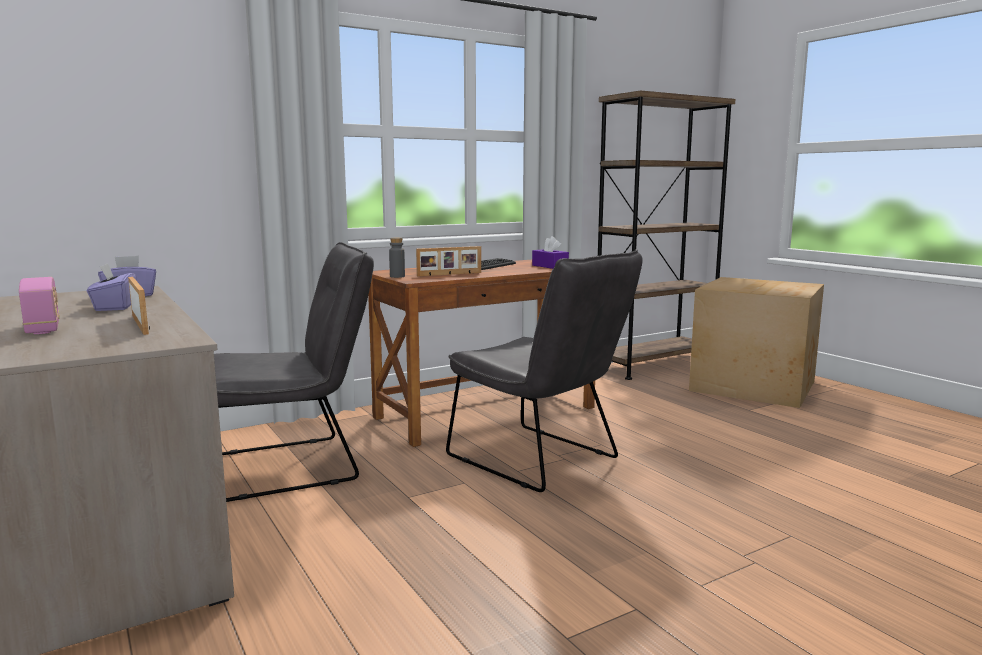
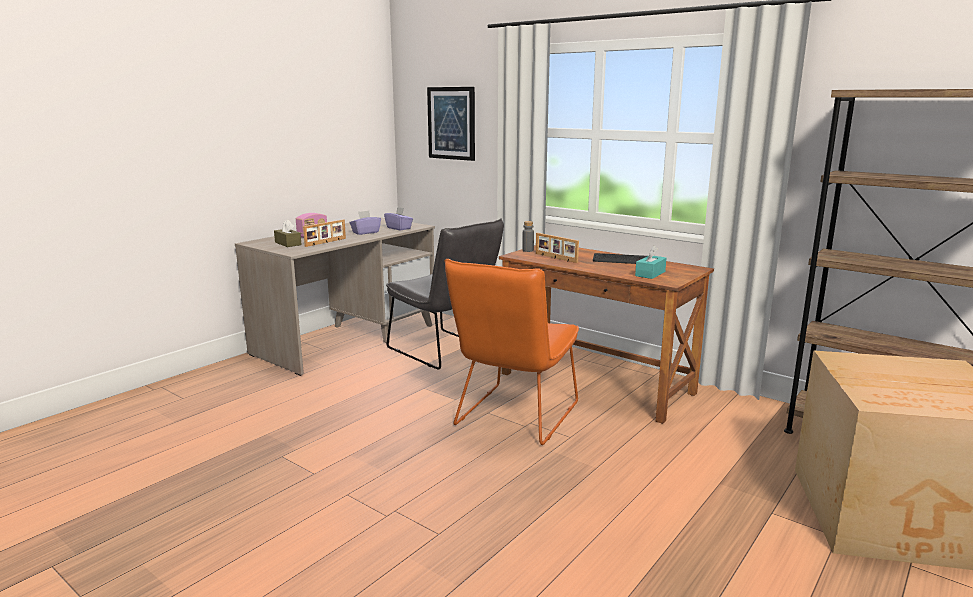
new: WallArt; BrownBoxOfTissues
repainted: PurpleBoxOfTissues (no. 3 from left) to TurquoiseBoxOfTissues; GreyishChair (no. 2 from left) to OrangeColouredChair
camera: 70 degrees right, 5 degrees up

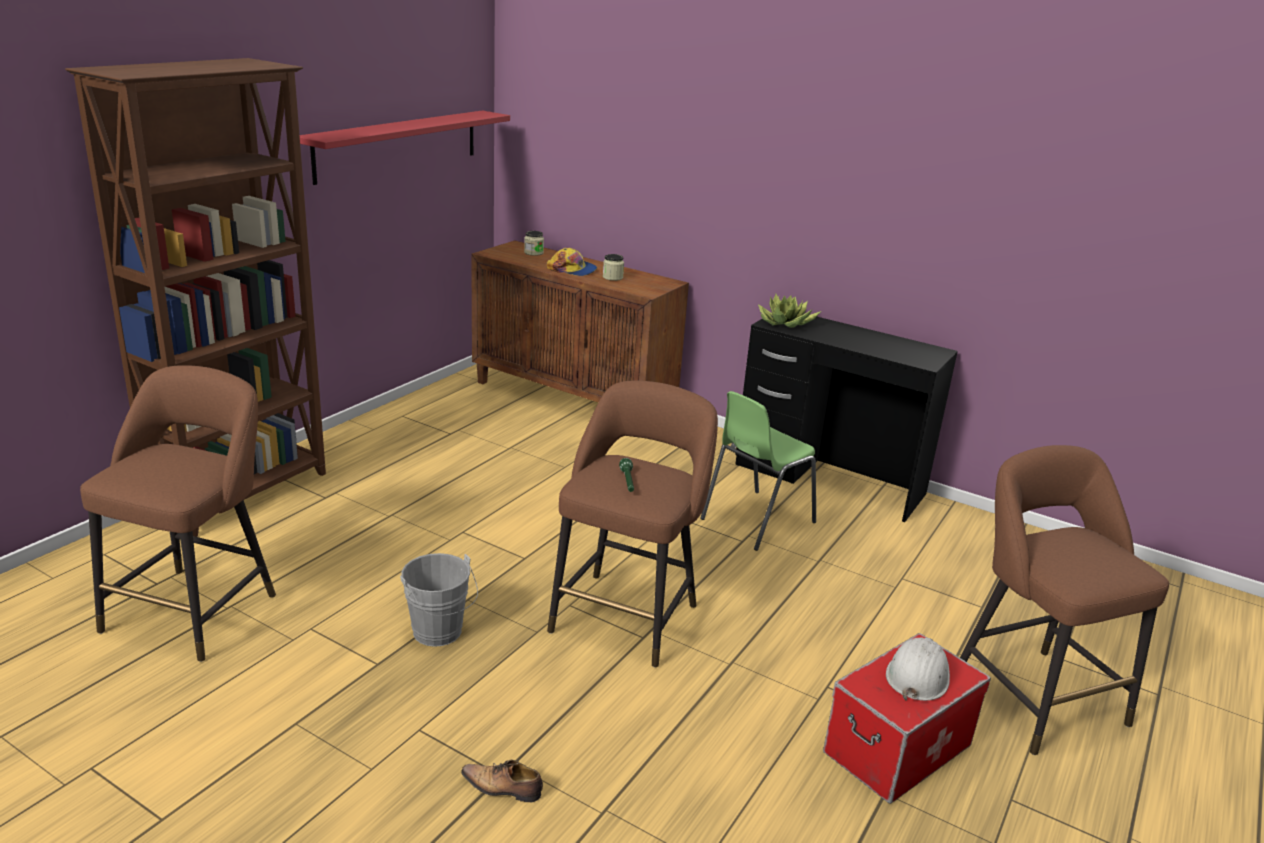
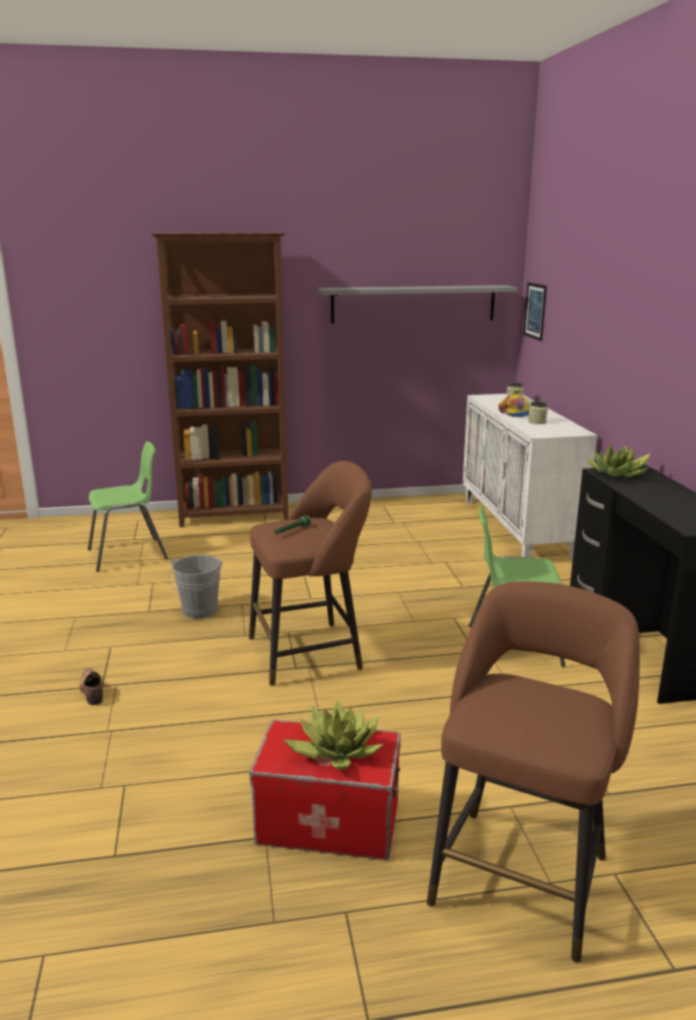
new: WallArt
swapped: BrownStool (no. 1 from left) to GreenishChair (no. 1 from left); WhiteColouredSafetyHelmet to Houseplant (no. 1 from left)
repainted: RedShelf to GreyishShelf; BrownStorageCabinet to WhiteColouredStorageCabinet
camera: 50 degrees right, 5 degrees down

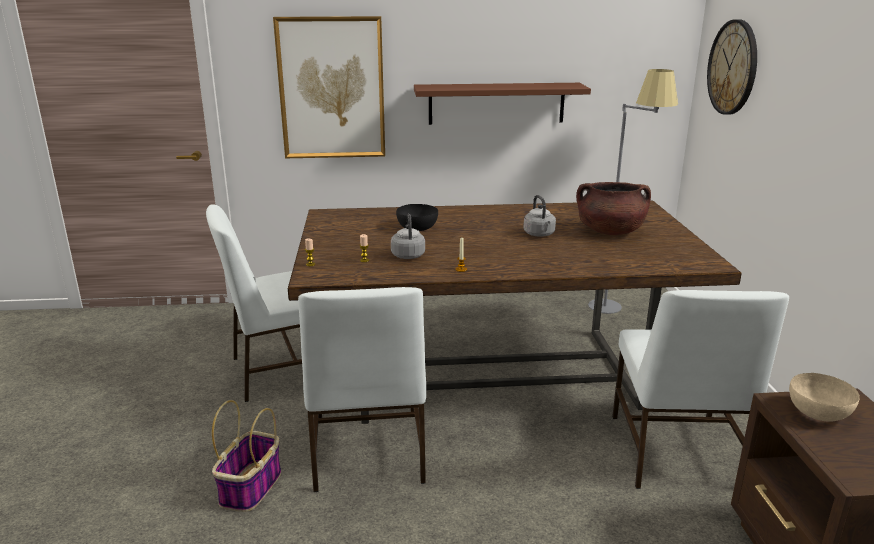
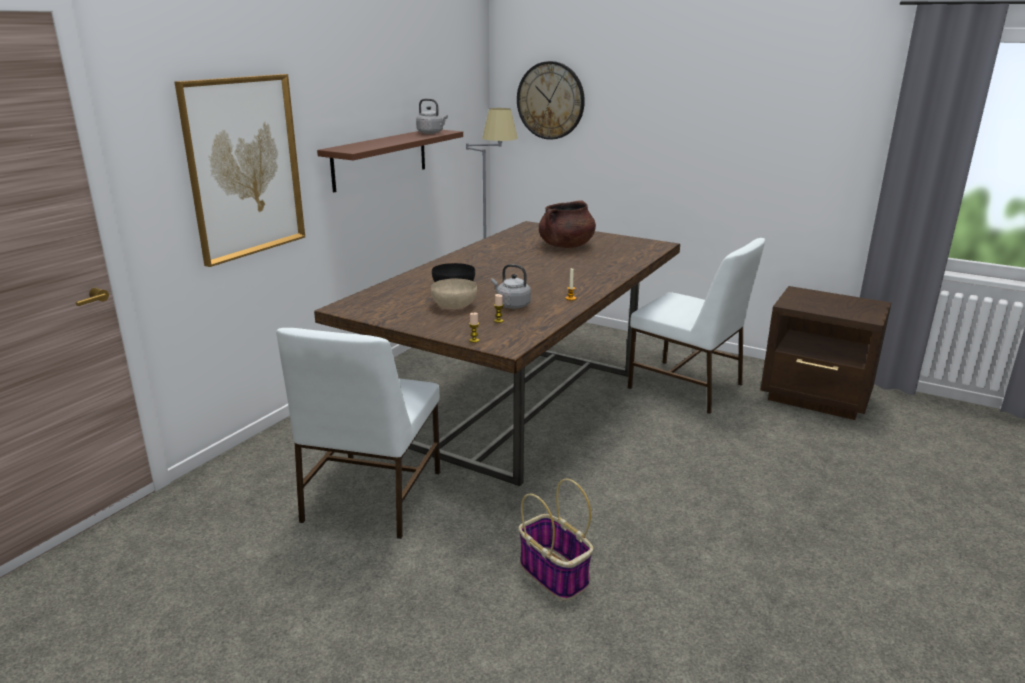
gone: WhiteColouredChair (no. 2 from left)
shifted: GreyishKettle (no. 2 from left in the first image) to GreyishKettle (no. 1 from left); BeigeBowl
camera: 55 degrees left, 0 degrees up

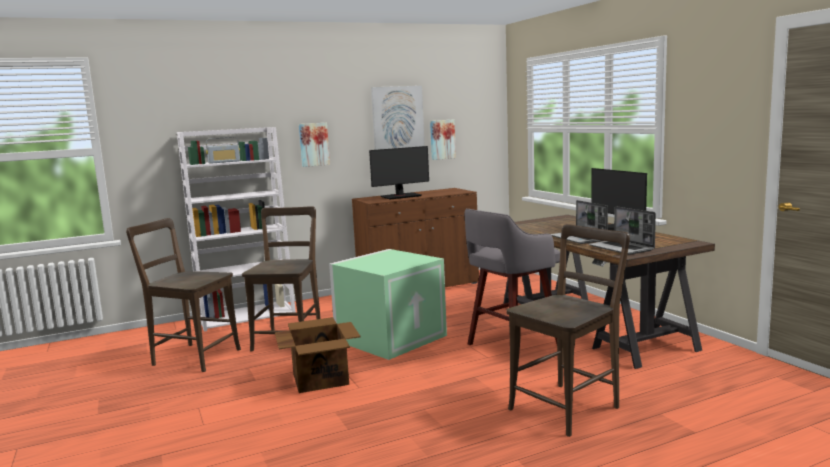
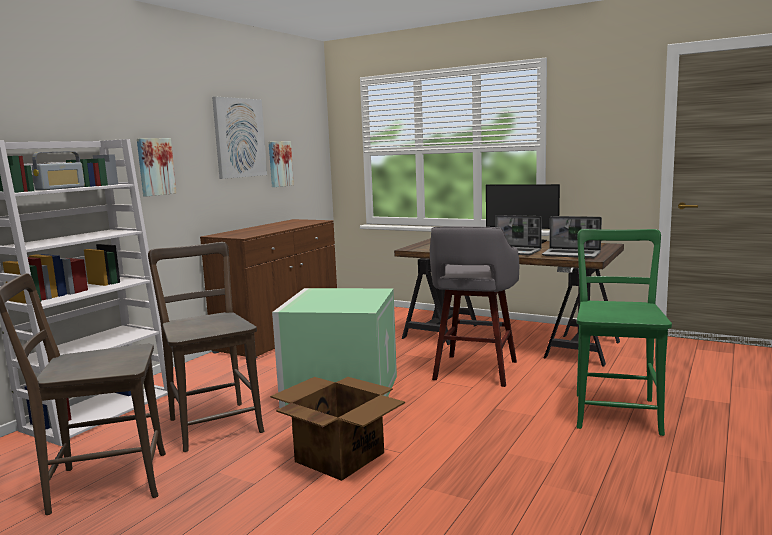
gone: ComputerDisplay (no. 1 from left)
repainted: BrownChair (no. 3 from left) to GreenishChair
camera: 35 degrees left, 0 degrees up

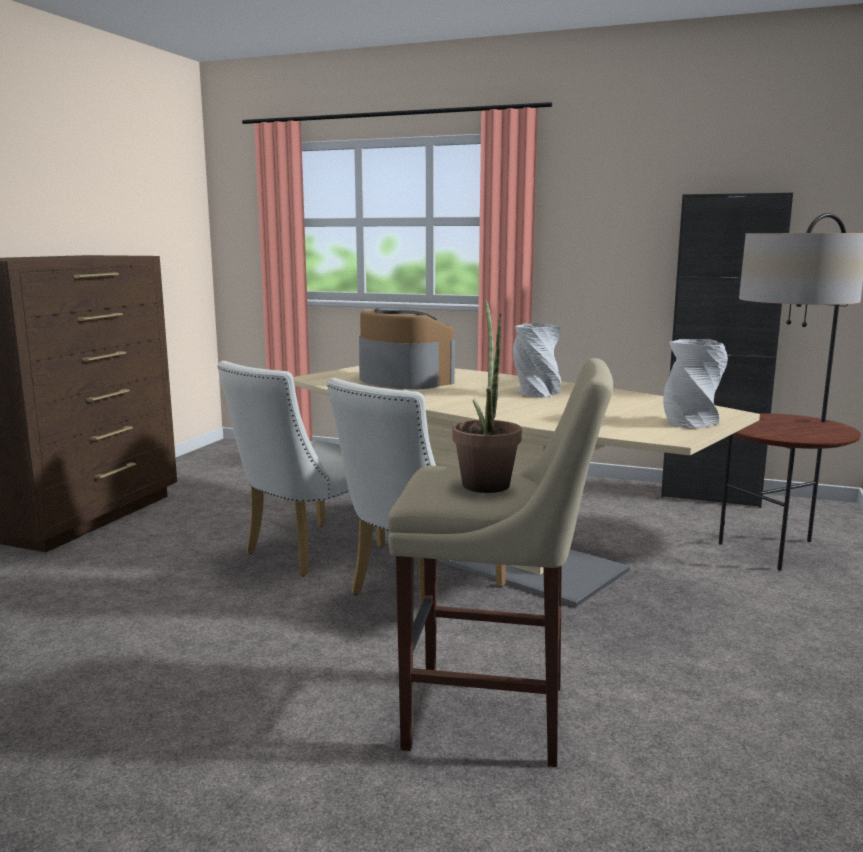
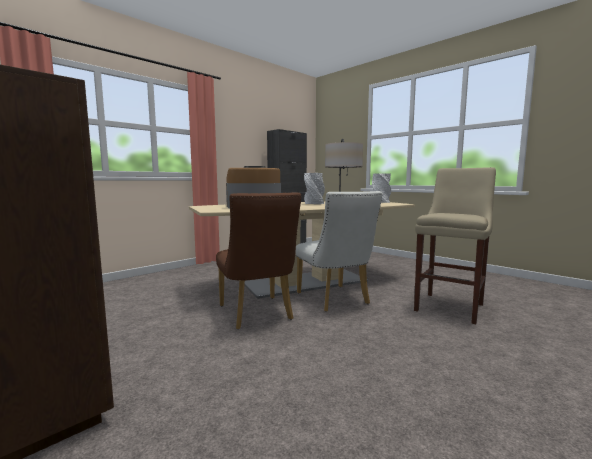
gone: Houseplant
repainted: WhiteColouredChair (no. 1 from left) to BrownChair
camera: 65 degrees left, 5 degrees down

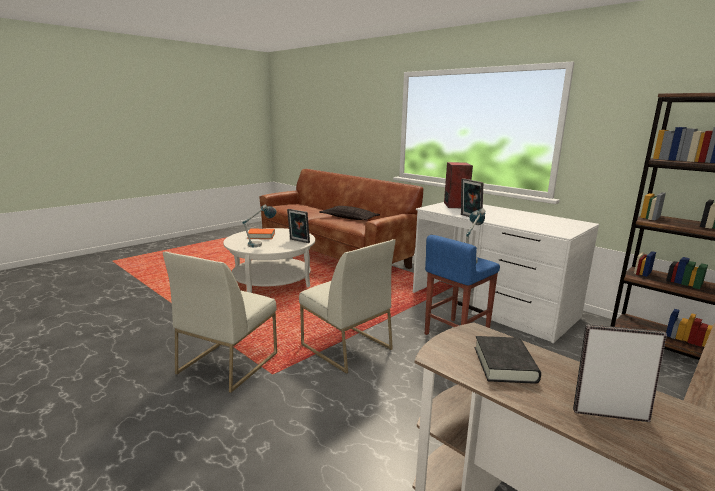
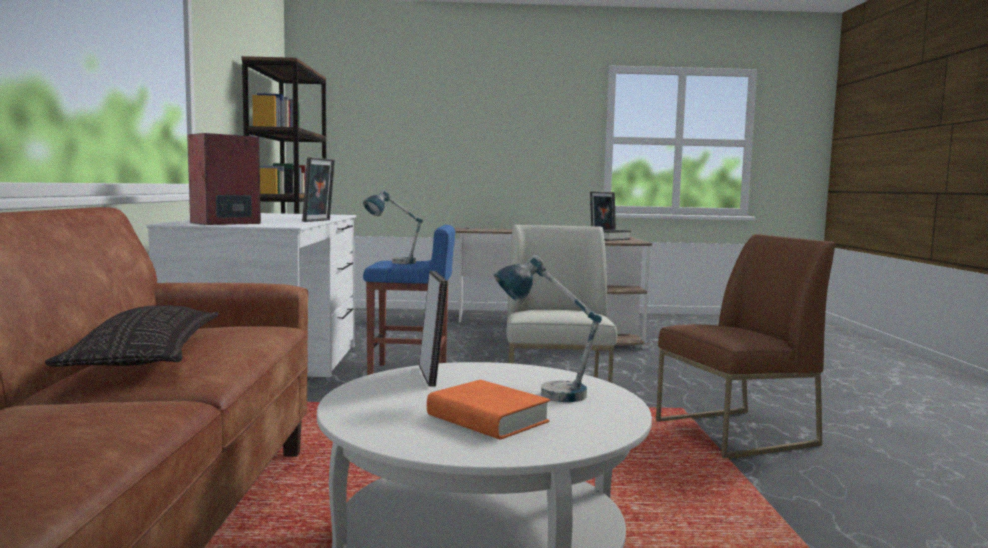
repainted: WhiteColouredChair (no. 1 from left) to BrownChair
camera: 135 degrees left, 10 degrees down

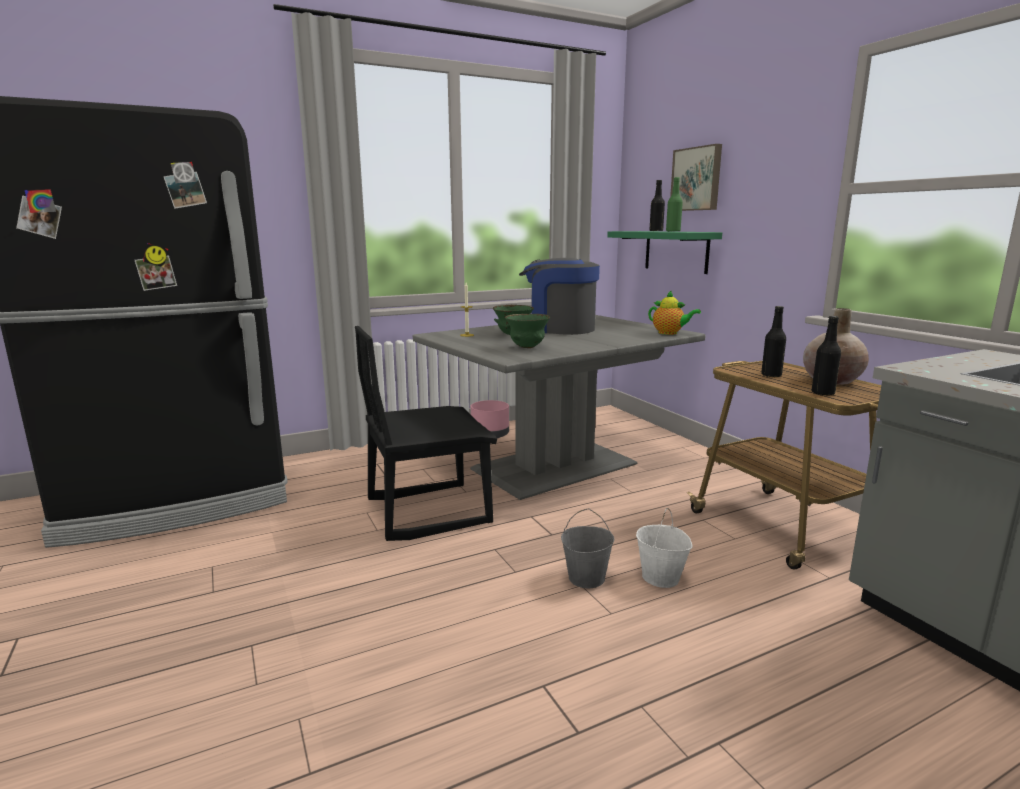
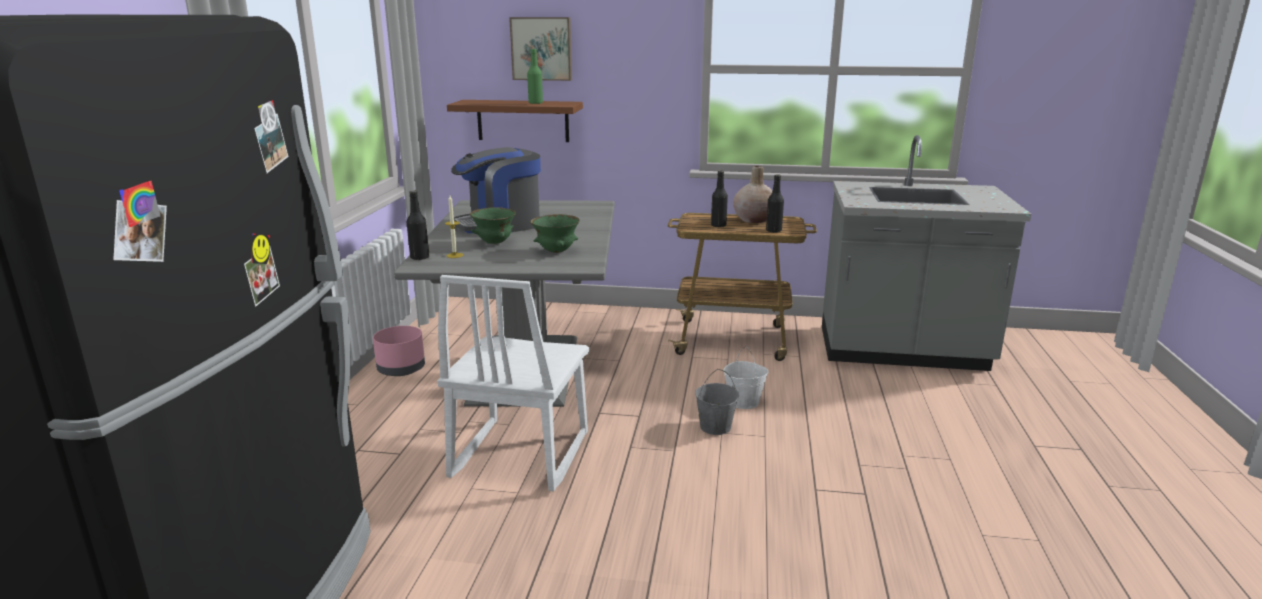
gone: Teapot
shifted: BlackColouredDrinkBottle (no. 1 from left)
repainted: GreenishShelf to BrownShelf; BlackColouredChair to WhiteColouredChair
camera: 55 degrees left, 5 degrees up

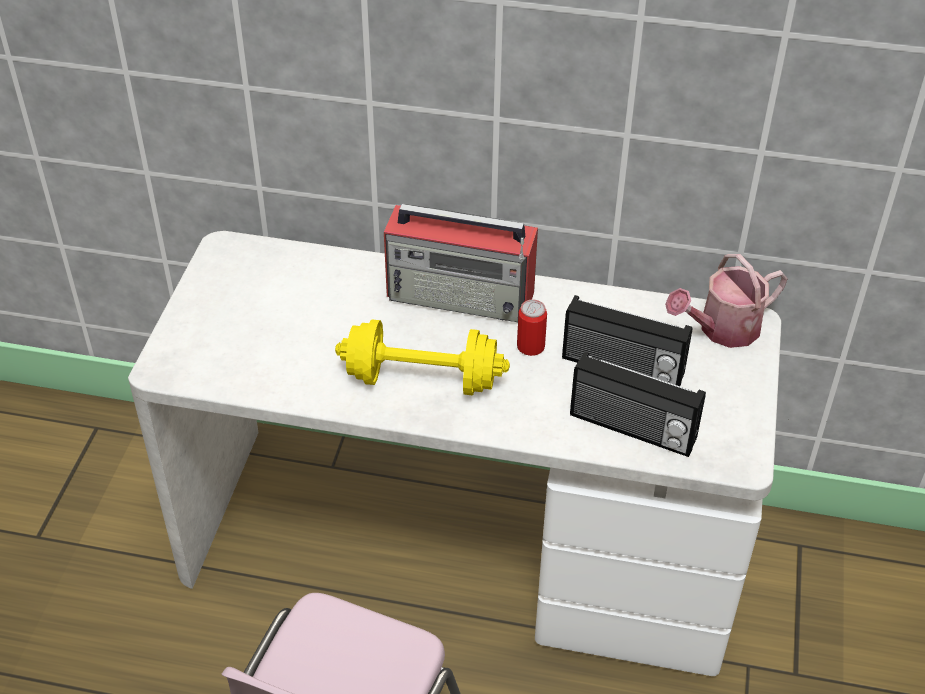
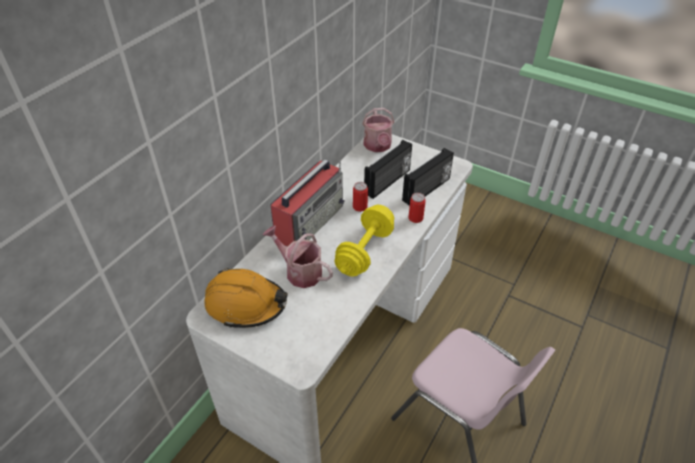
new: SealedCan (no. 2 from left); SprinklingCan (no. 1 from left); OrangeColouredSafetyHelmet
camera: 70 degrees left, 0 degrees up

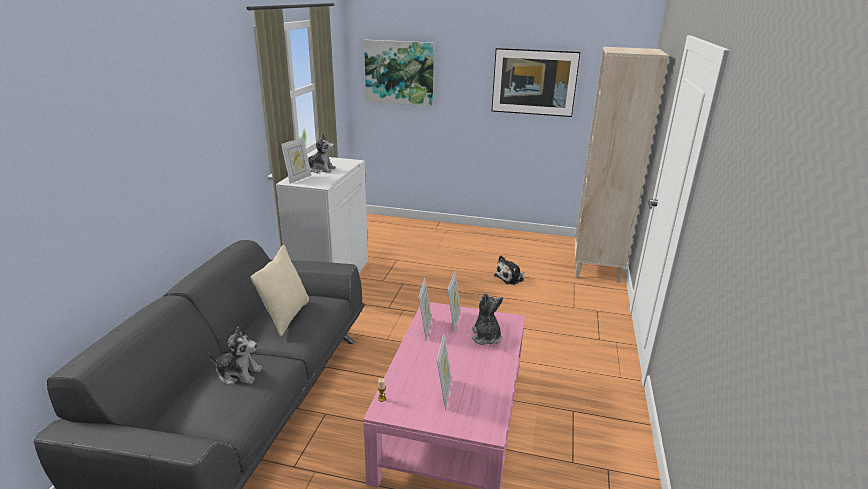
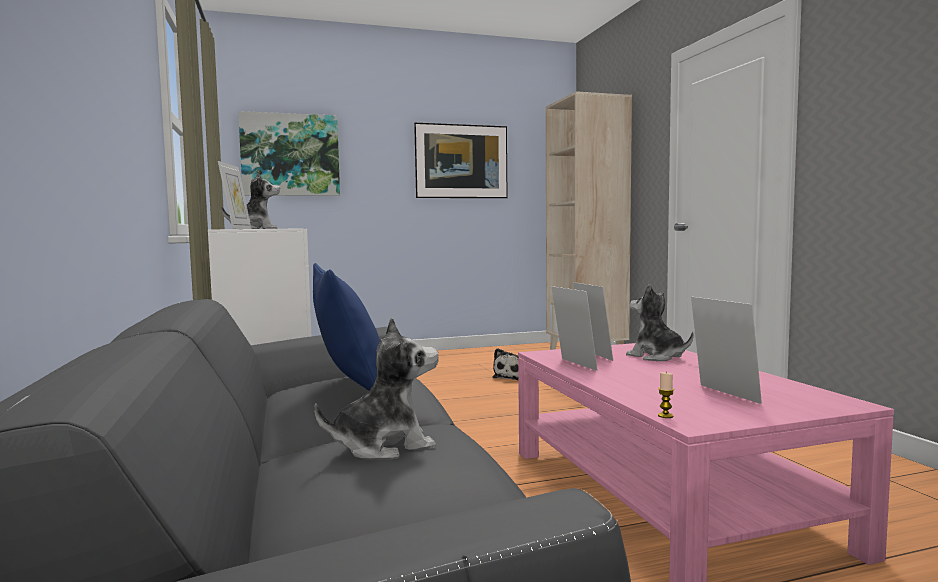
repainted: BeigeCushion to BluishCushion
camera: 30 degrees left, 20 degrees down

